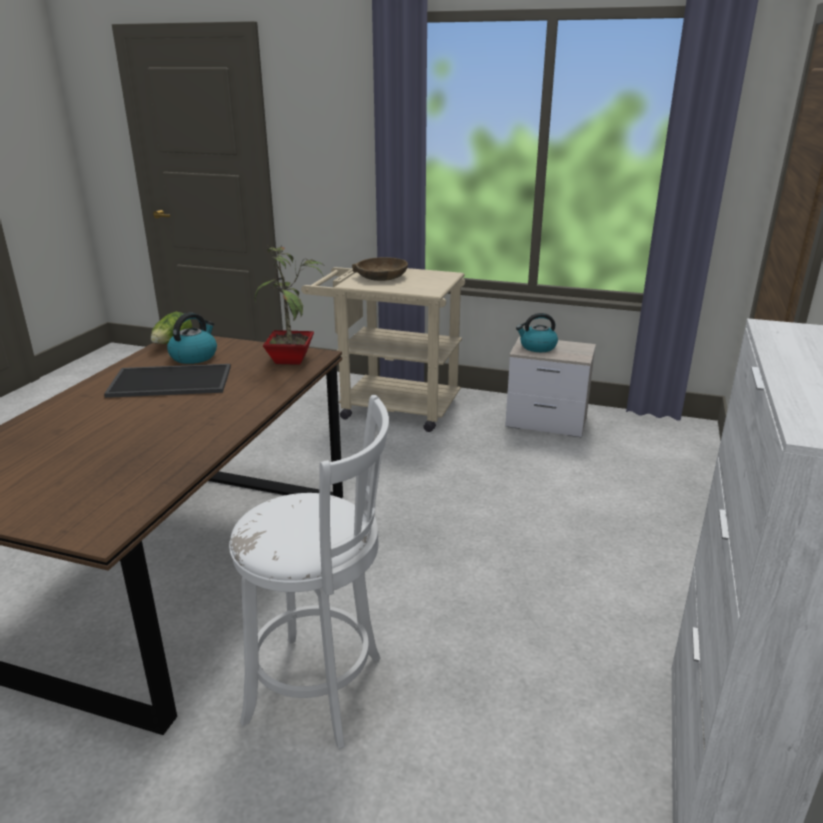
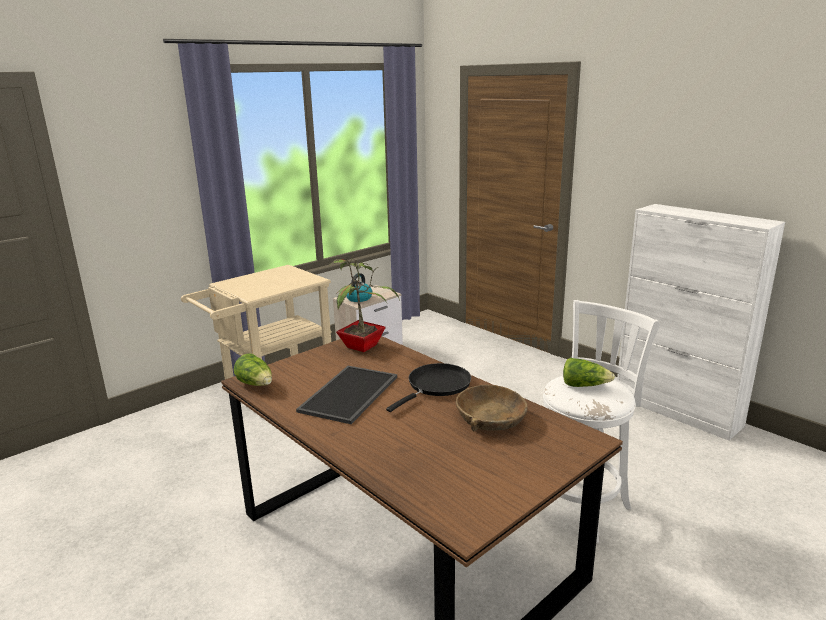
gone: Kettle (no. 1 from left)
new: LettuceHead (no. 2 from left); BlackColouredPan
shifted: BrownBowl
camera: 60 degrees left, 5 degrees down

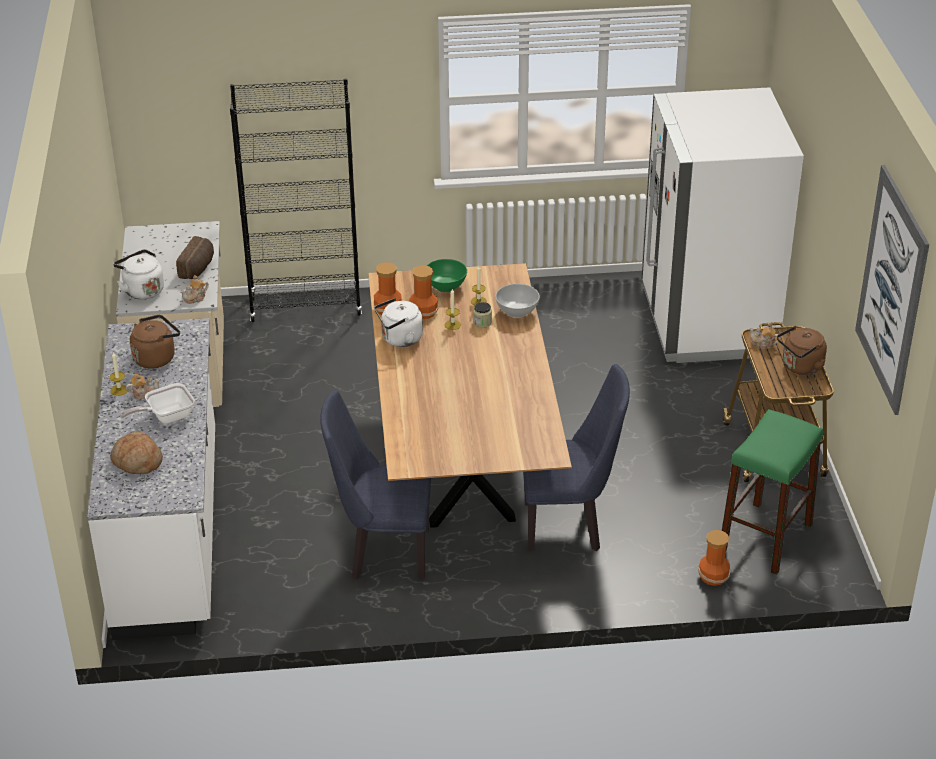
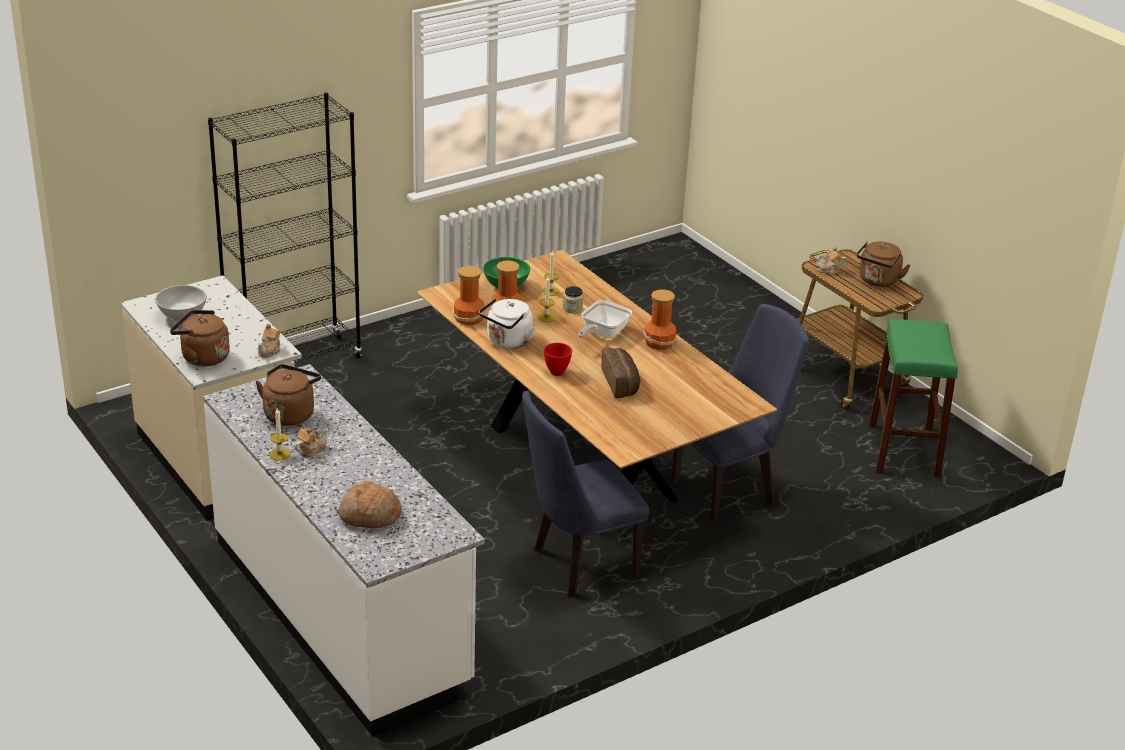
gone: WhiteColouredFridge; WallArt
new: RedBowl
shifted: BakeryBread (no. 2 from left); WhiteColouredBowl; Pan; FlowerVase (no. 3 from left)
repainted: WhiteColouredKettle (no. 1 from left) to BrownKettle (no. 1 from left)
camera: 30 degrees left, 5 degrees down

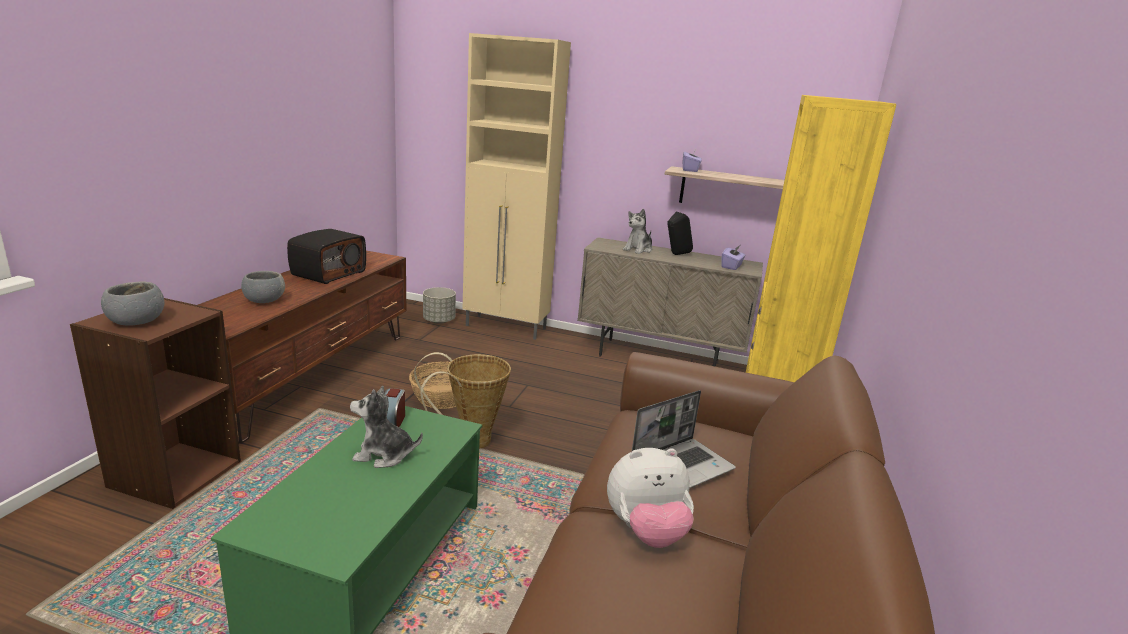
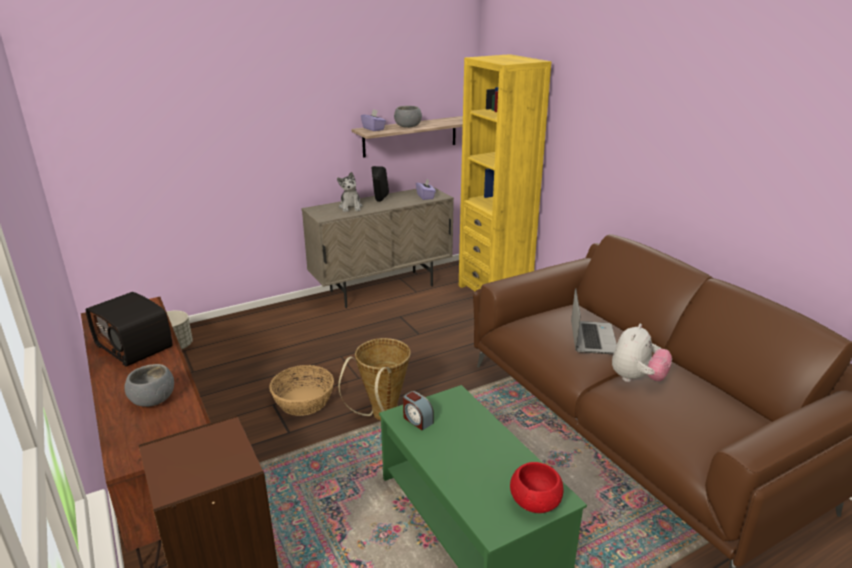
gone: BeigeStorageCabinet (no. 1 from left); CuddlyToy (no. 1 from left)
new: RedBowl
shifted: GreyishBowl (no. 1 from left in the first image) to GreyishBowl (no. 2 from left)
rotated: RadioSet 150 degrees clockwise
camera: 45 degrees left, 5 degrees up

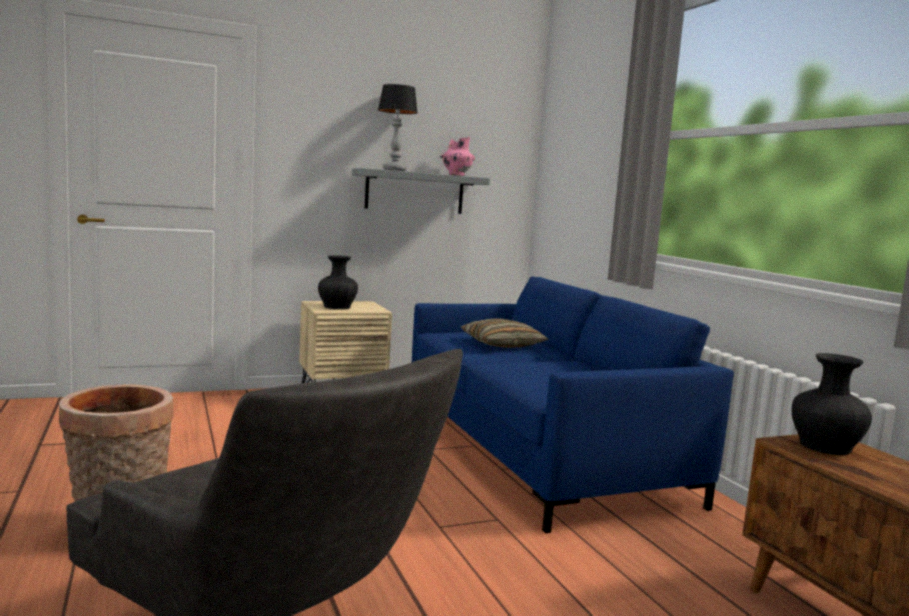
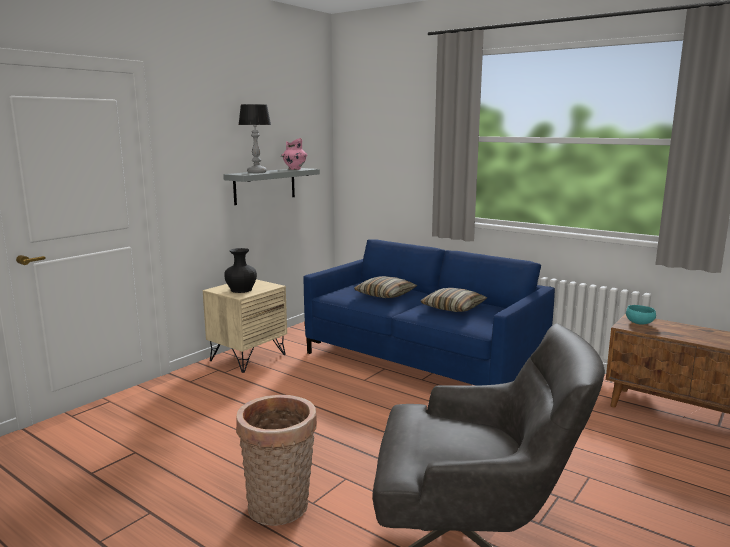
new: Cushion (no. 2 from left)
swapped: BlackColouredFlowerVase (no. 2 from left) to TurquoiseBowl
camera: 30 degrees left, 5 degrees up

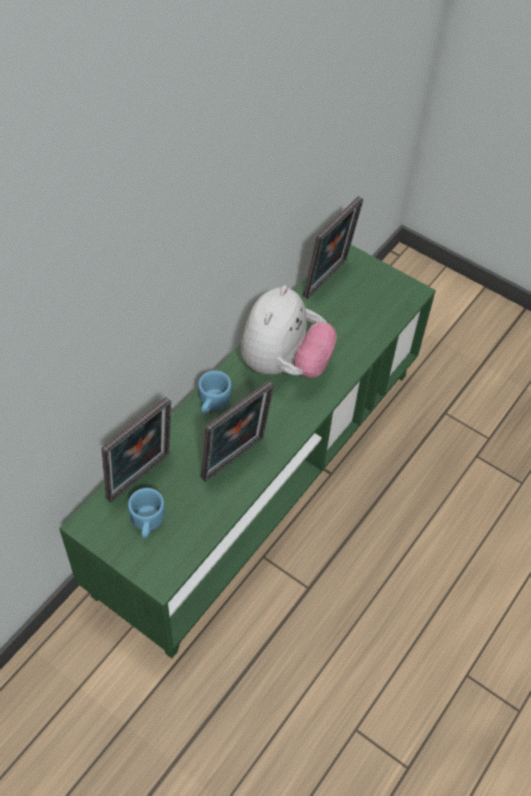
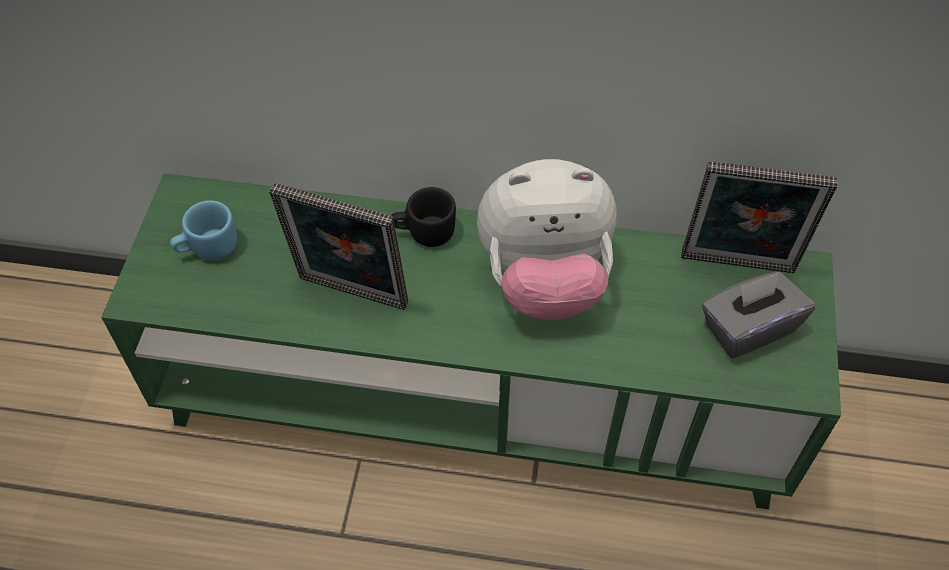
gone: PictureFrame (no. 1 from left)
new: GreyishBoxOfTissues
repainted: BluishMug (no. 2 from left) to BlackColouredMug
camera: 65 degrees right, 0 degrees up

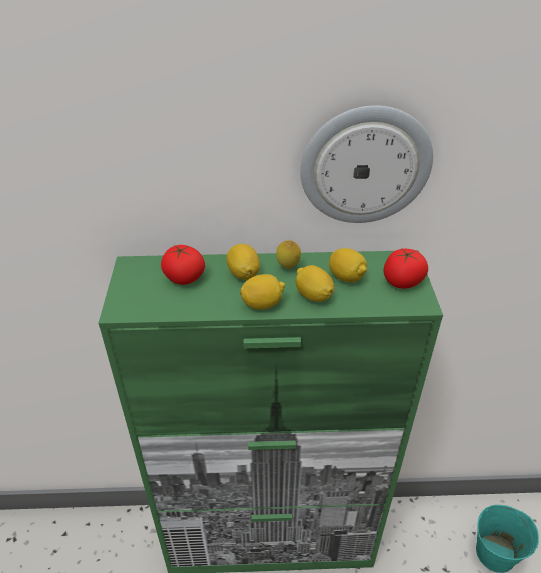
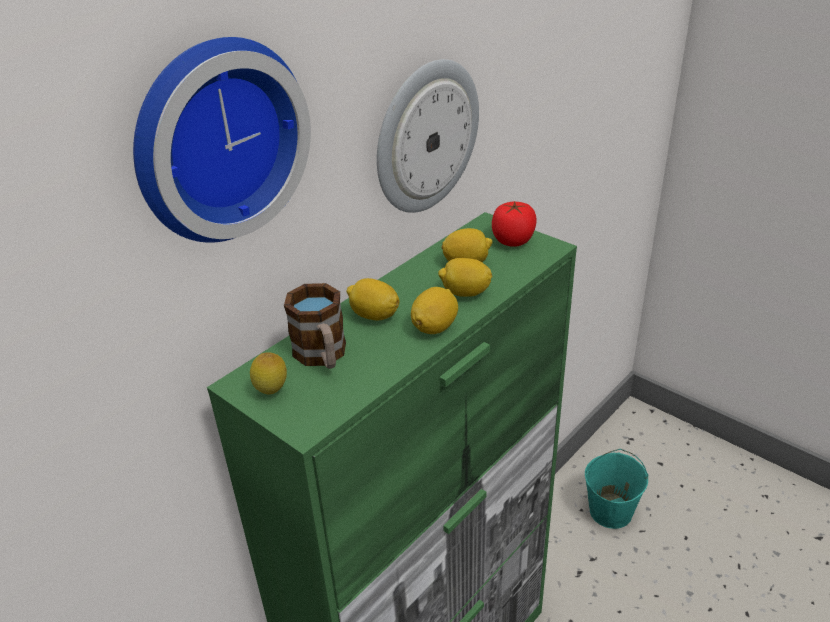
new: ClockOnTheWall (no. 1 from left)
shifted: WholeLemon (no. 3 from left in the first image) to WholeLemon (no. 1 from left)
swapped: WholeTomato (no. 1 from left) to Mug
camera: 45 degrees left, 5 degrees down

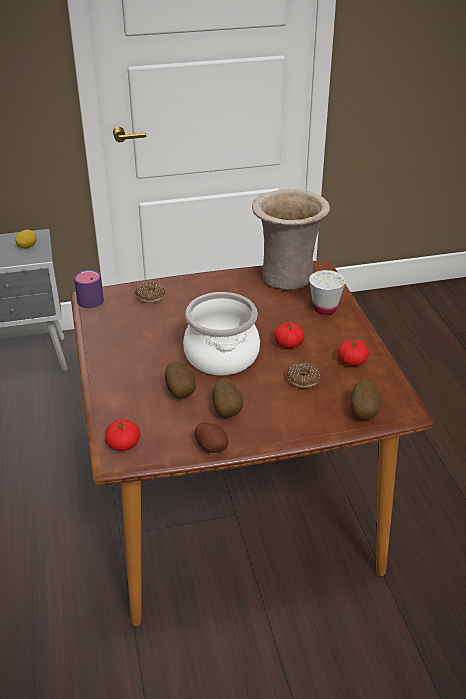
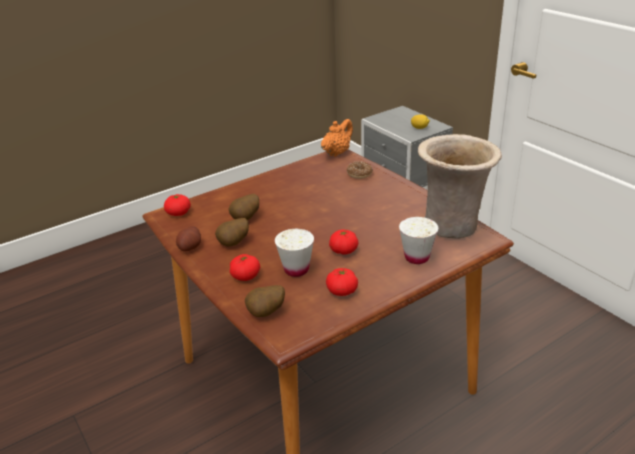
gone: Saucepot
new: WholeTomato (no. 2 from left)
swapped: PurpleMug to OrangeColouredTeapot; Donut (no. 2 from left) to WhiteColouredDrinkingCup (no. 1 from left)
camera: 70 degrees right, 5 degrees down

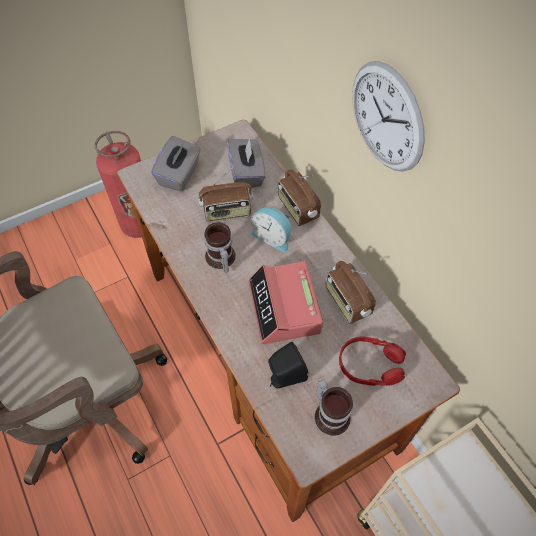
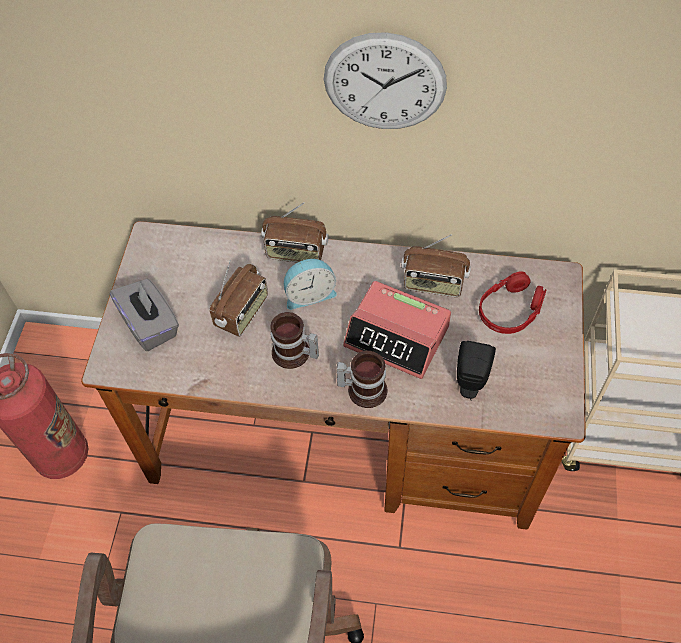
gone: GreyishBoxOfTissues (no. 2 from left)
shifted: Mug (no. 2 from left)
camera: 50 degrees left, 0 degrees up

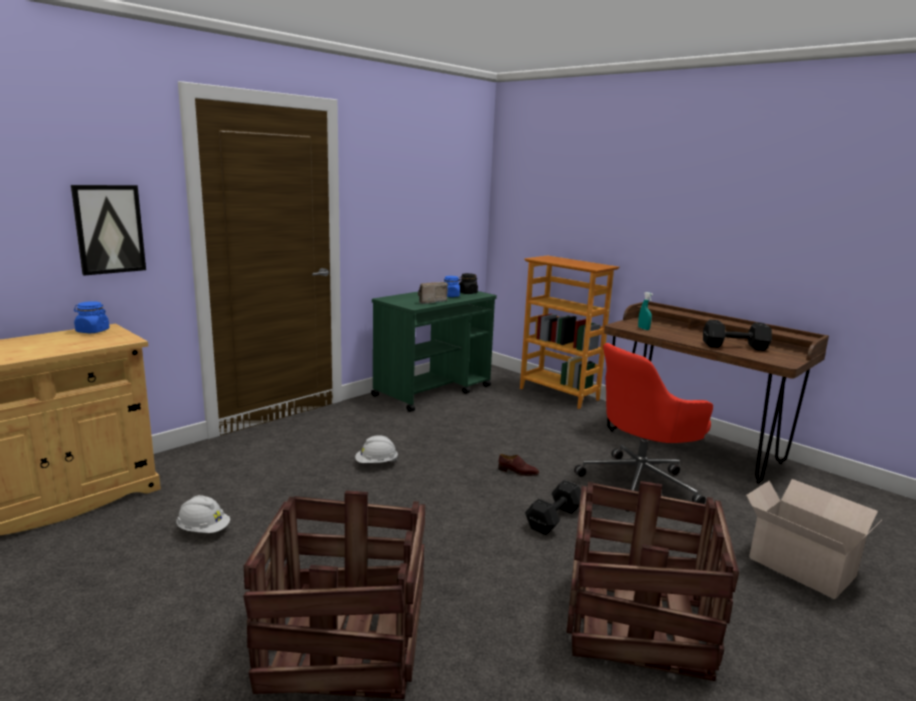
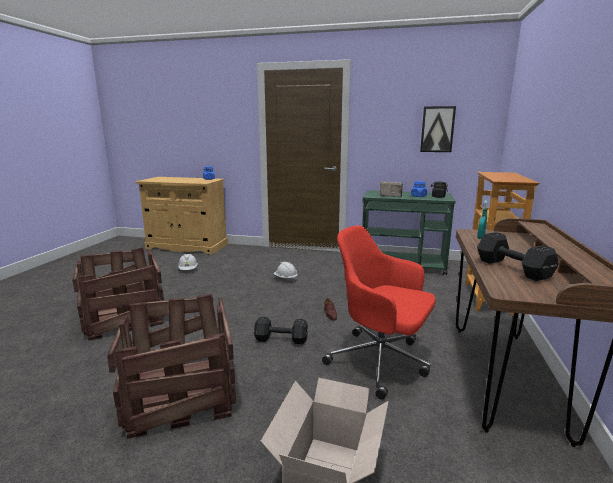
shifted: WallArt
camera: 60 degrees right, 0 degrees up

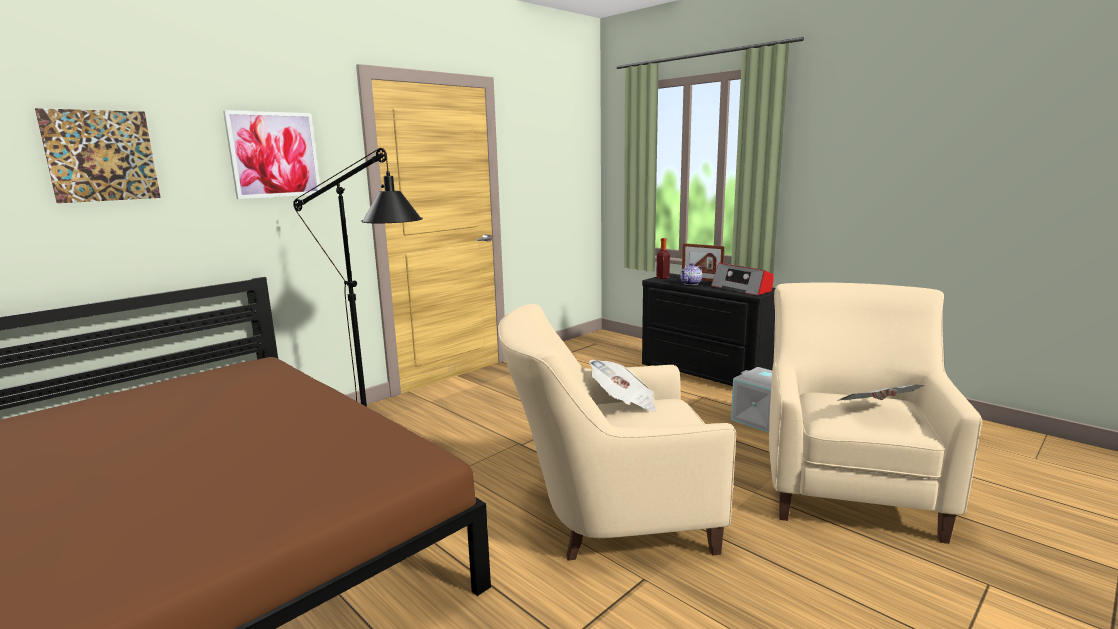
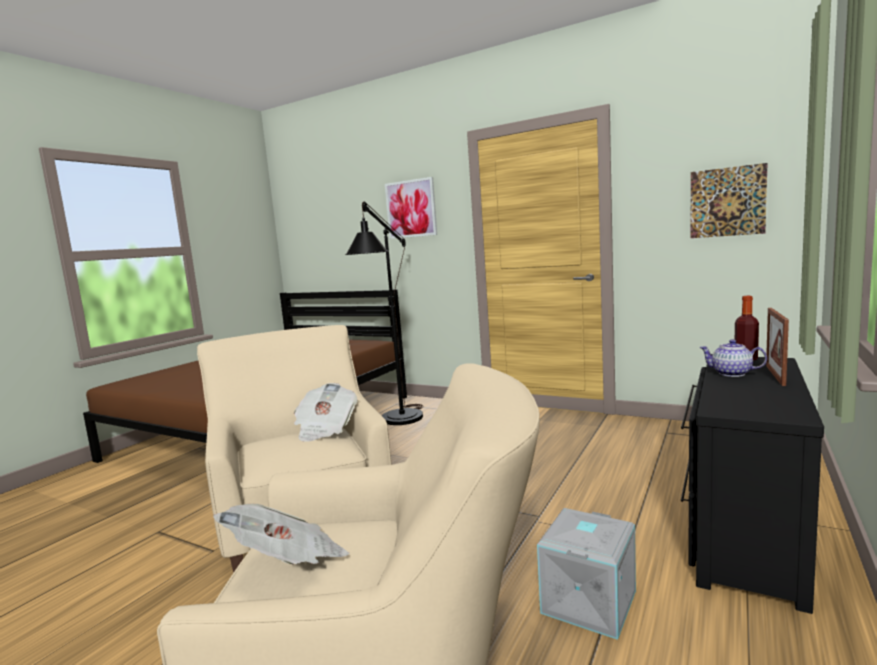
gone: RadioSet
shifted: WallArt (no. 1 from left in the first image) to WallArt (no. 2 from left)
camera: 75 degrees right, 5 degrees down

